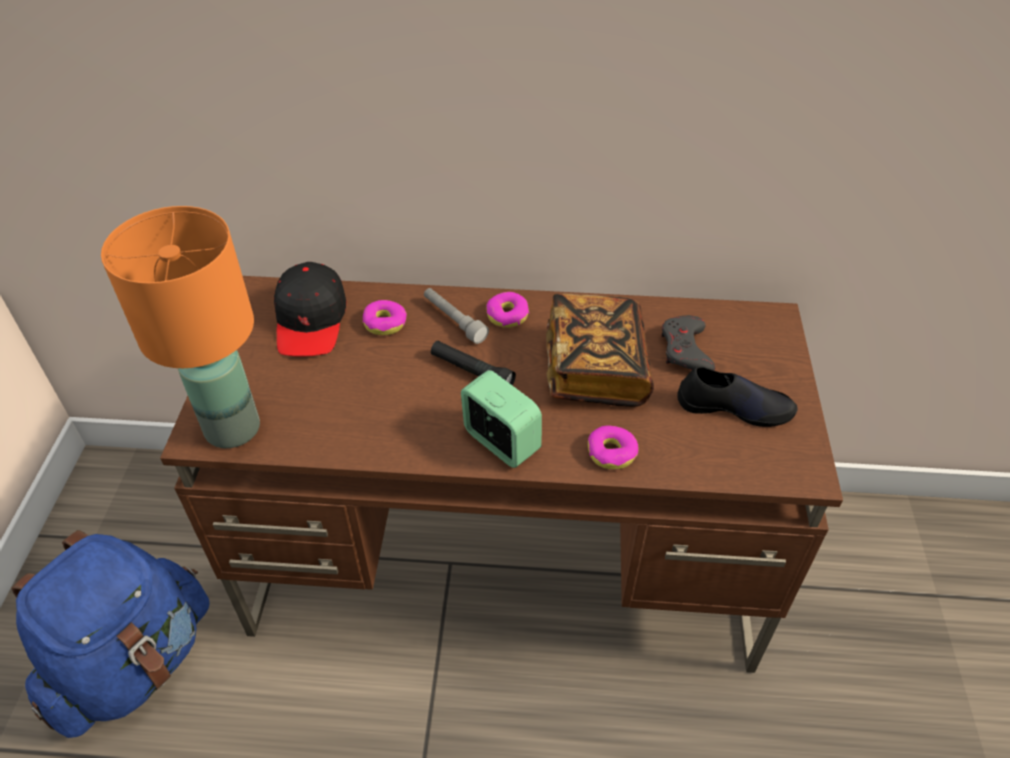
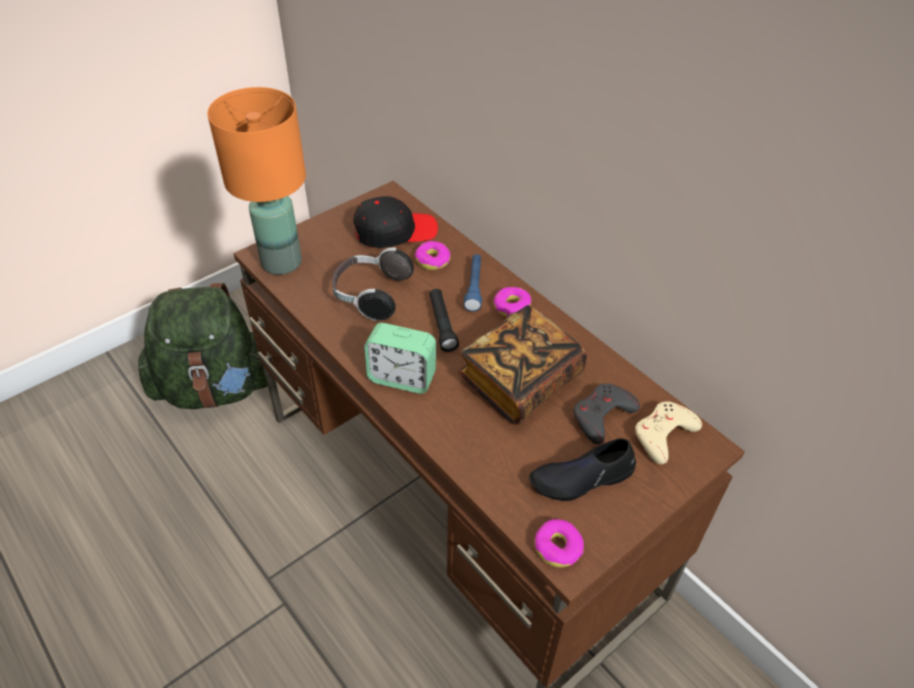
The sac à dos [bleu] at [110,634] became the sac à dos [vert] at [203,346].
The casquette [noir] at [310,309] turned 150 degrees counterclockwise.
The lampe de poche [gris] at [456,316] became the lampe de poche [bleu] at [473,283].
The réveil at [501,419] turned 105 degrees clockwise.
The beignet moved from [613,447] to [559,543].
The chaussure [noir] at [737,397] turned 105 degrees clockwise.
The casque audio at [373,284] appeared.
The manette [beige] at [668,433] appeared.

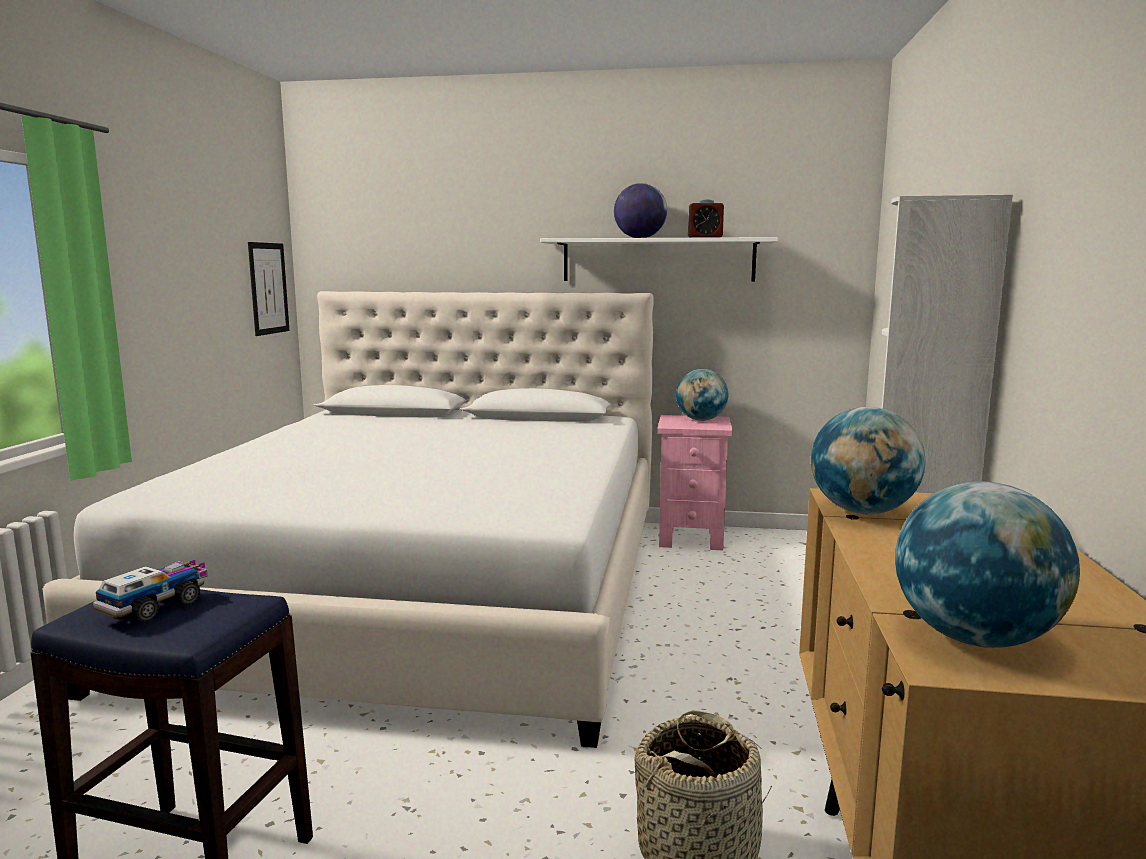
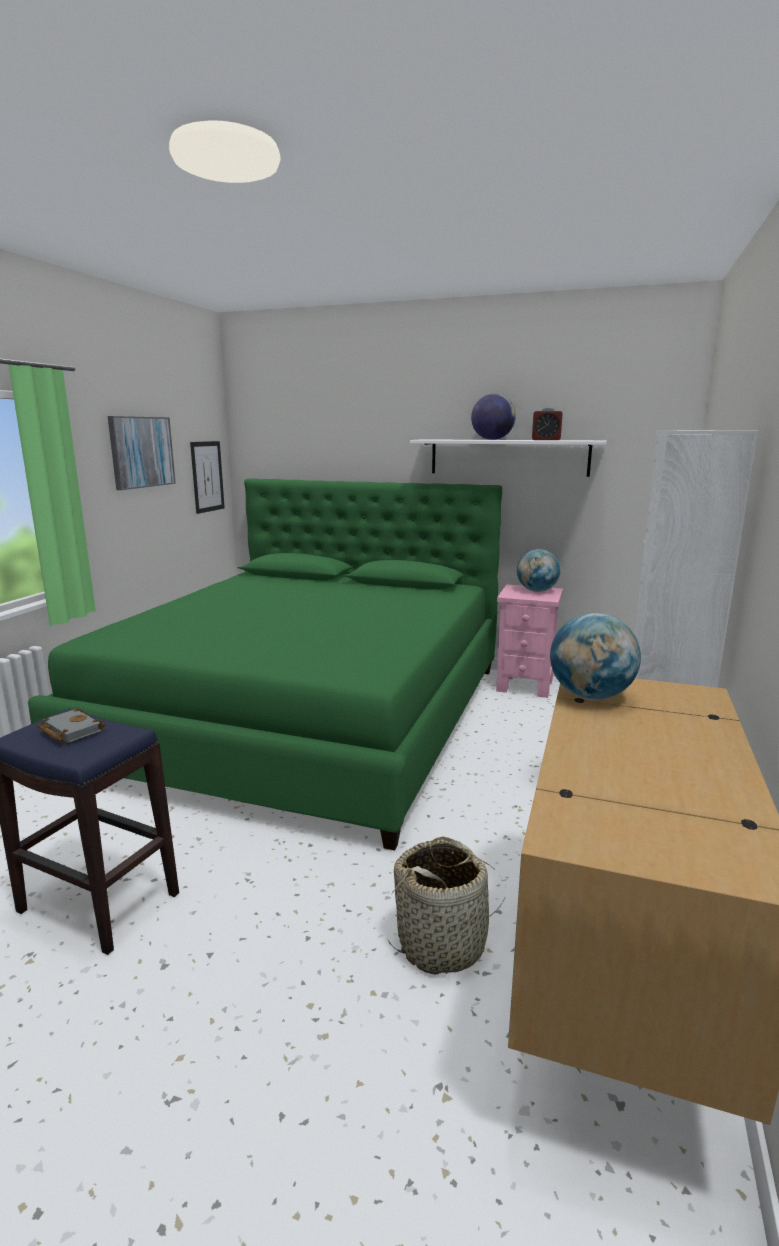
The lit [blanc] at [348,519] became the lit [vert] at [265,664].
The camion jouet at [150,591] was replaced by the livre [gris] at [71,725].
The globe at [987,564] disappeared.
The tableau at [142,453] appeared.

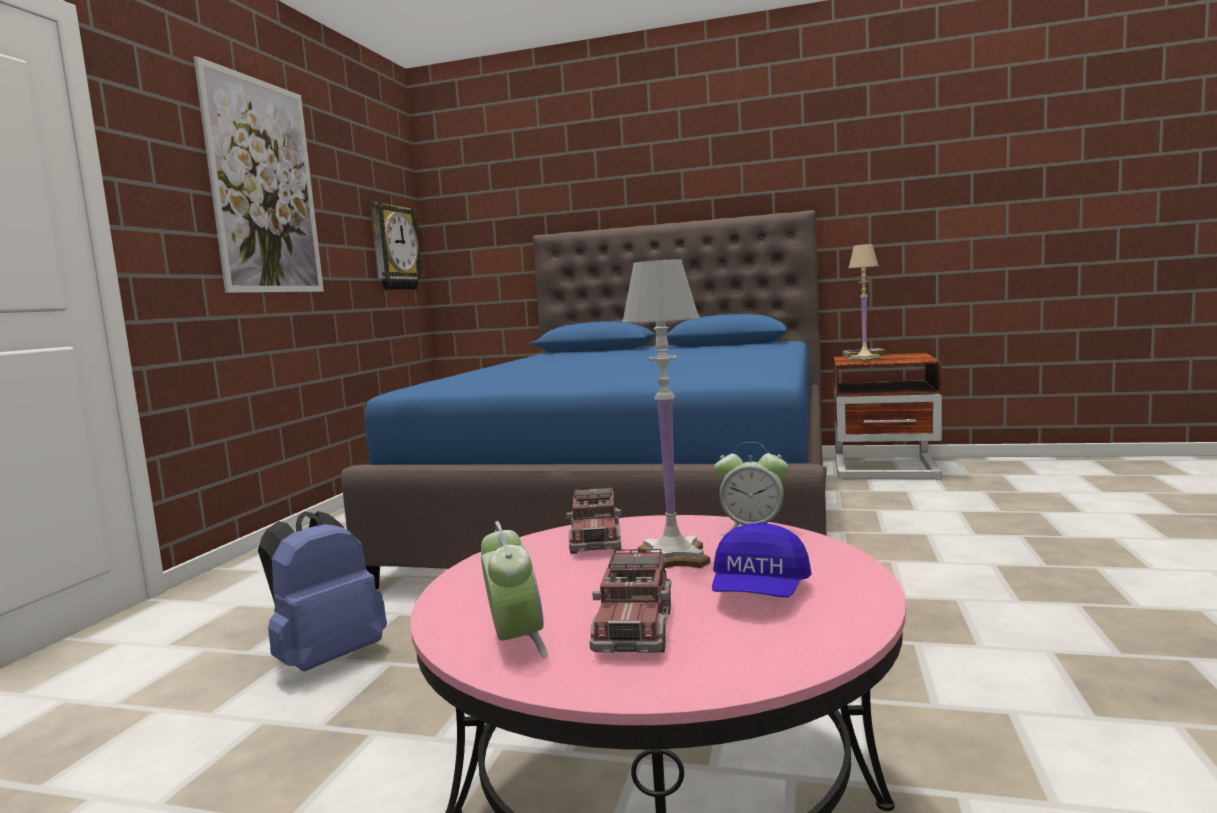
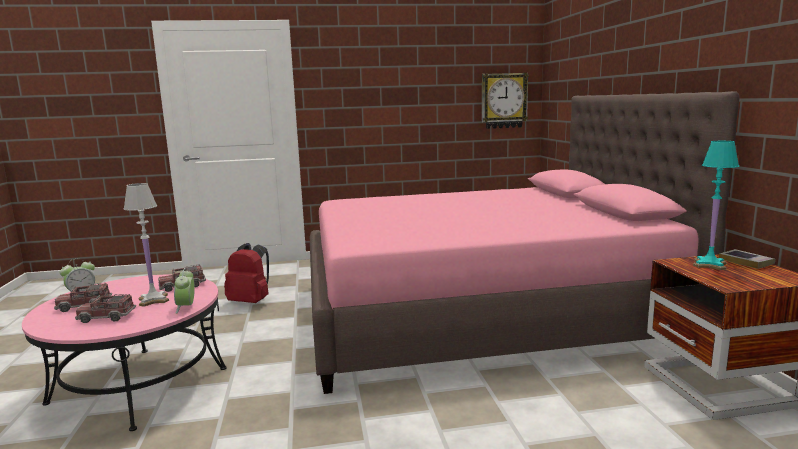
The tableau at [259,174] disappeared.
The sac à dos [bleu] at [322,591] became the sac à dos [rouge] at [246,273].
The lit [bleu] at [584,400] became the lit [rose] at [524,242].
The casquette [bleu] at [762,559] was replaced by the camion jouet at [105,308].
The lampe de table [beige] at [864,302] became the lampe de table [turquoise] at [716,205].

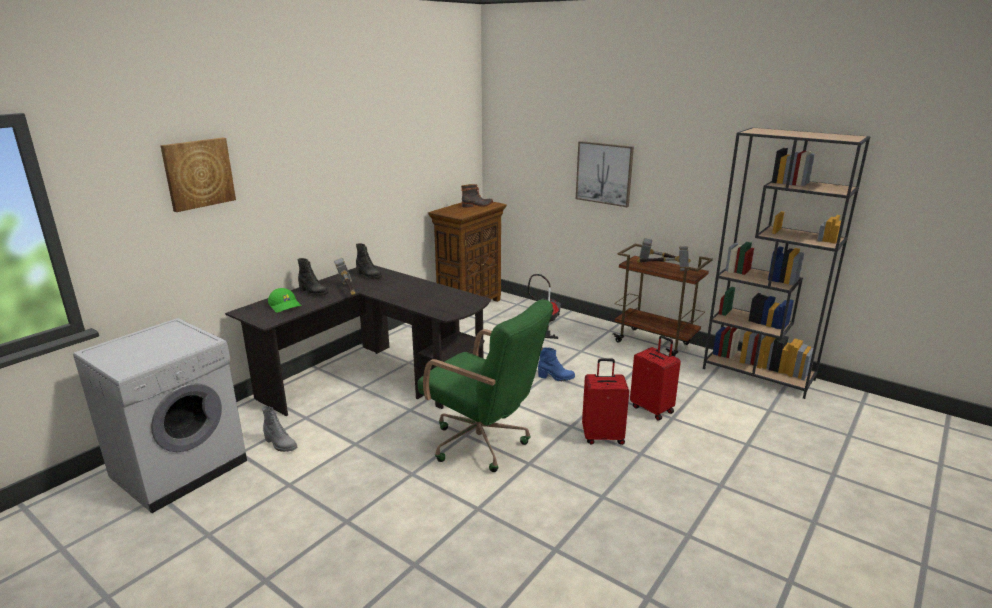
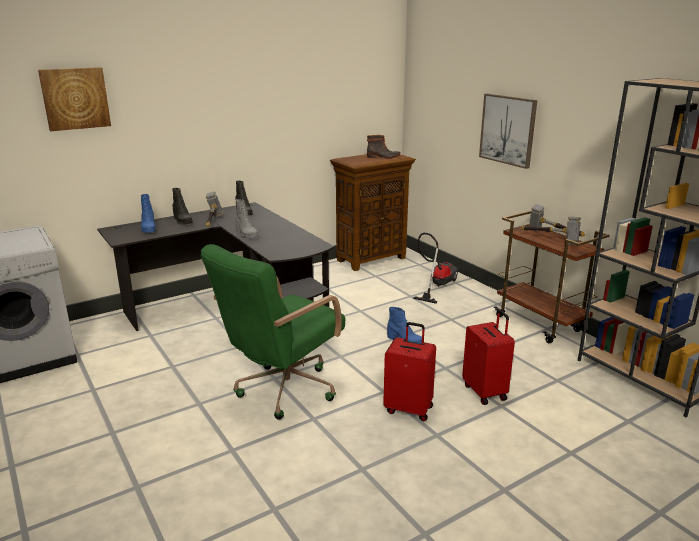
The botte [gris] moved from [279,429] to [247,219].
The casquette [vert] at [284,300] was replaced by the botte [bleu] at [148,213].
The chaise de bureau [vert] at [486,385] turned 75 degrees clockwise.

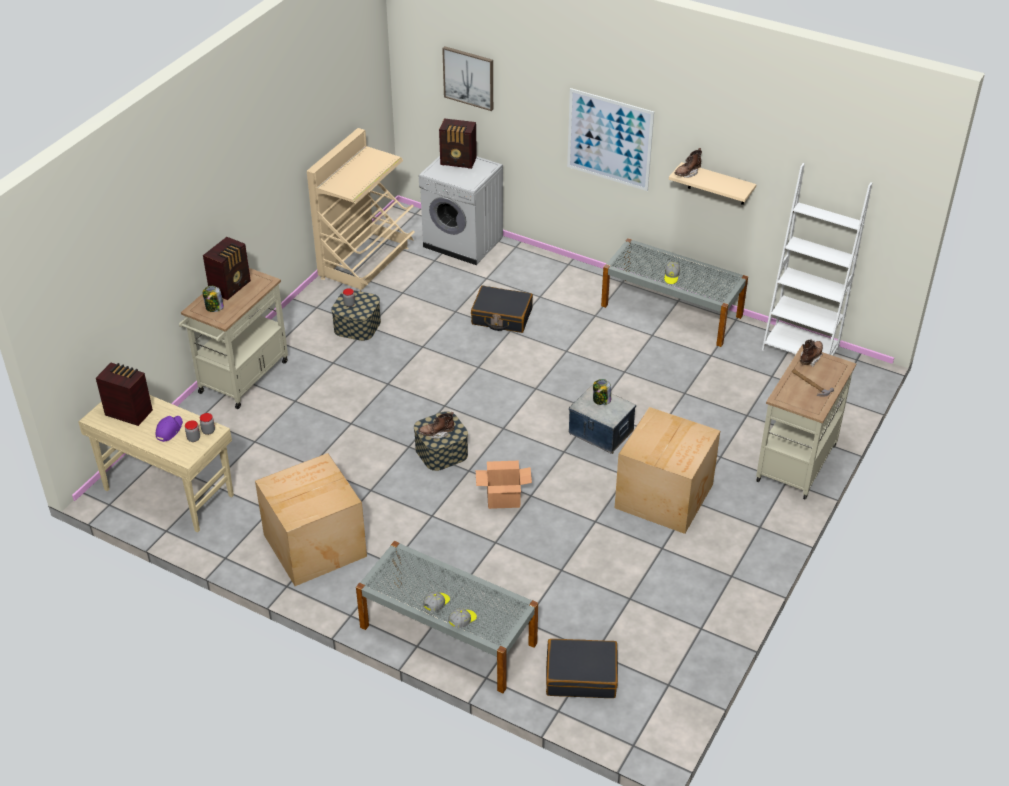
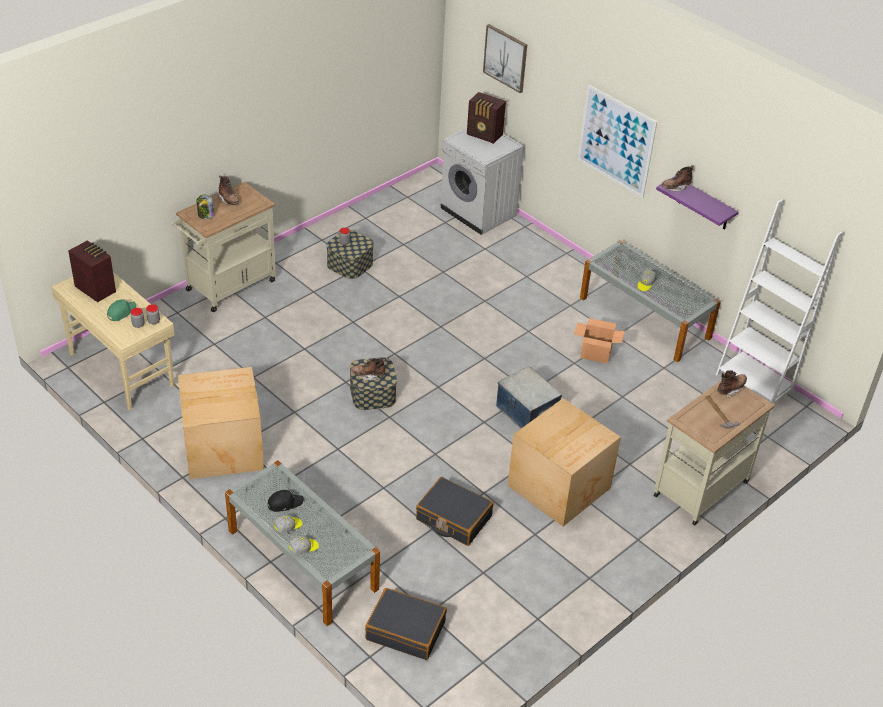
The casquette [violet] at [169,429] became the casquette [vert] at [121,310].
The radio at [227,268] was replaced by the botte [marron] at [229,190].
The étagère à chaussures [beige] at [361,210] disappeared.
The valise [noir] moved from [502,309] to [454,511].
The carton moved from [504,485] to [599,341].
The bocal at [602,392] disappeared.
The étagère [beige] at [712,183] became the étagère [violet] at [697,203].
The casquette [noir] at [286,501] appeared.

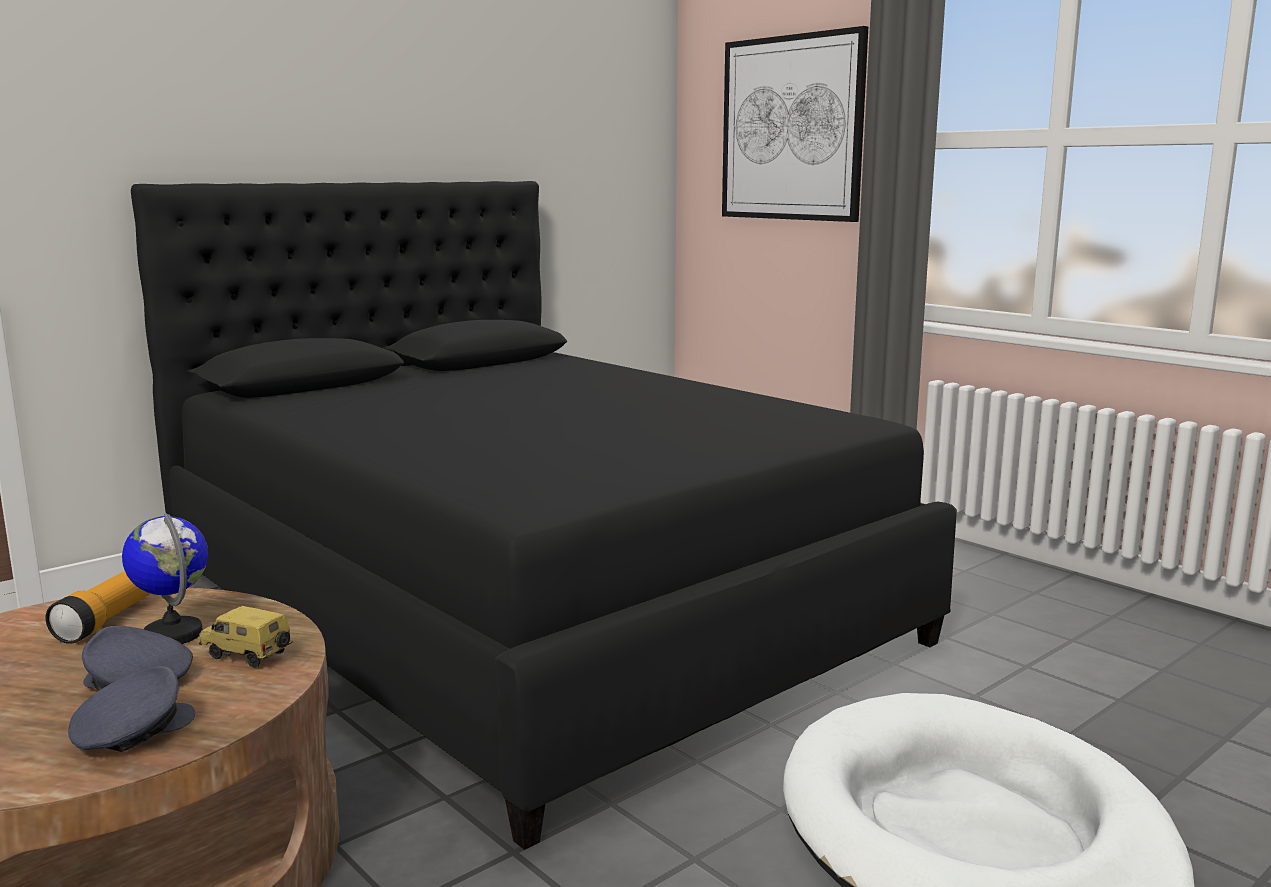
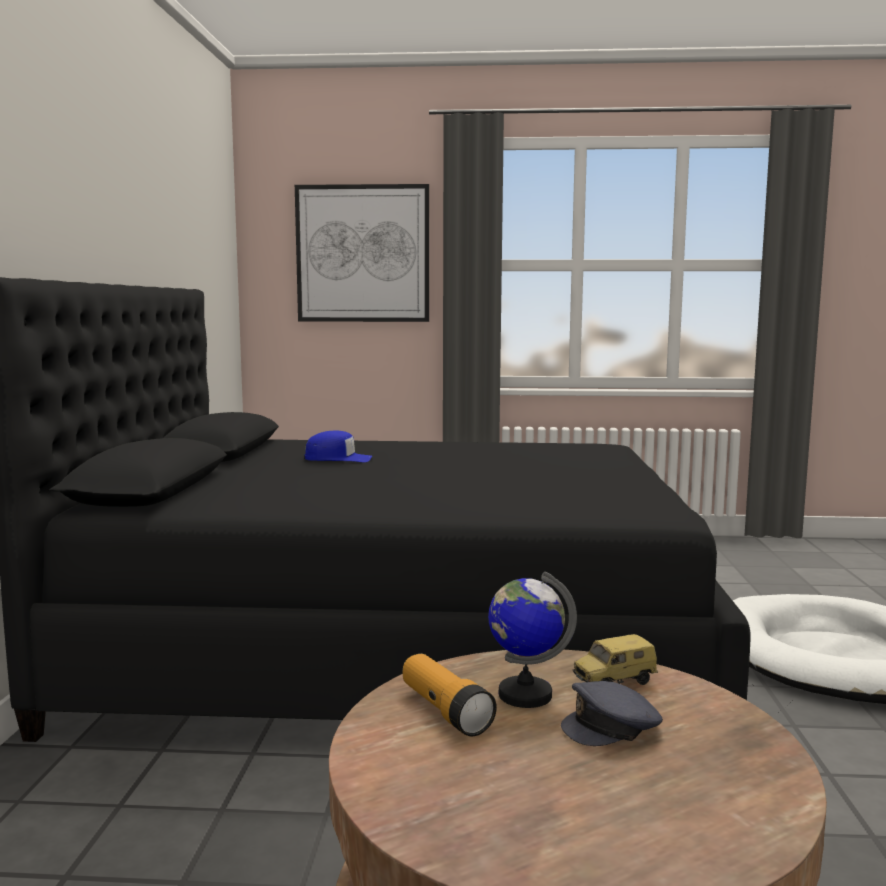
The casquette [gris] at [131,709] disappeared.
The casquette [bleu] at [338,446] appeared.

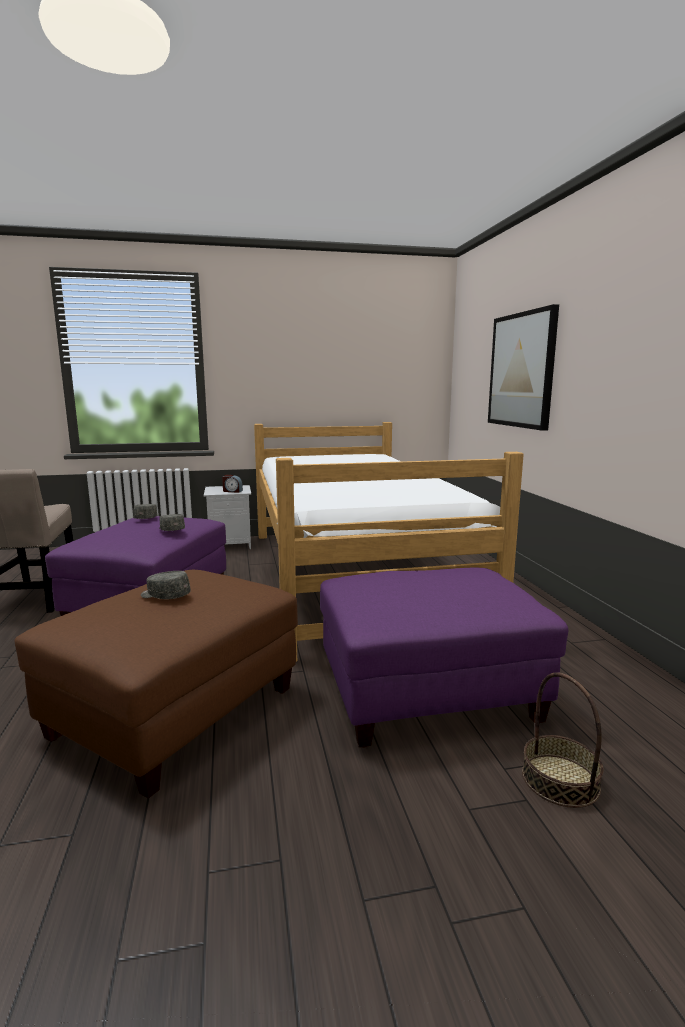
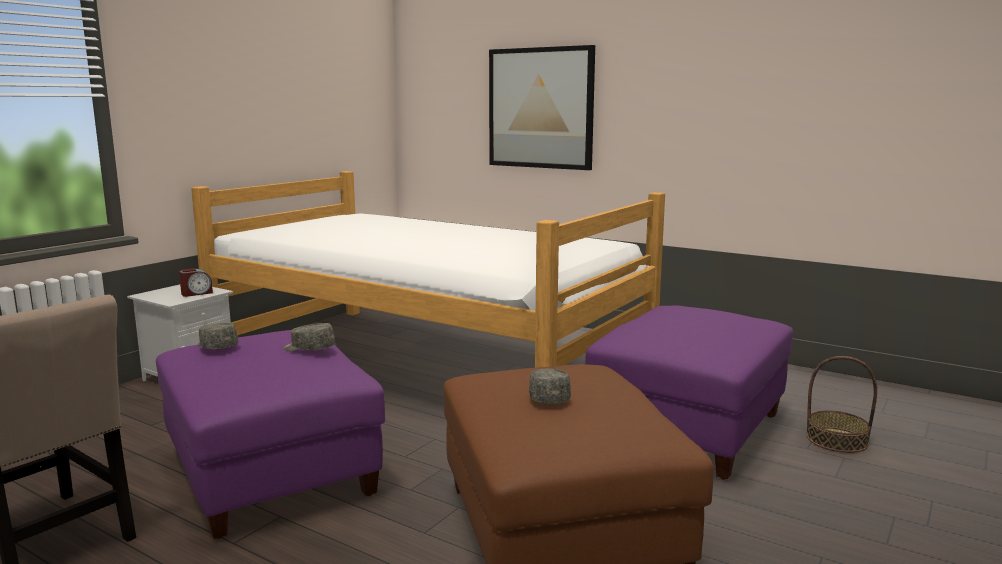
The casquette [gris] at [166,585] turned 105 degrees clockwise.

